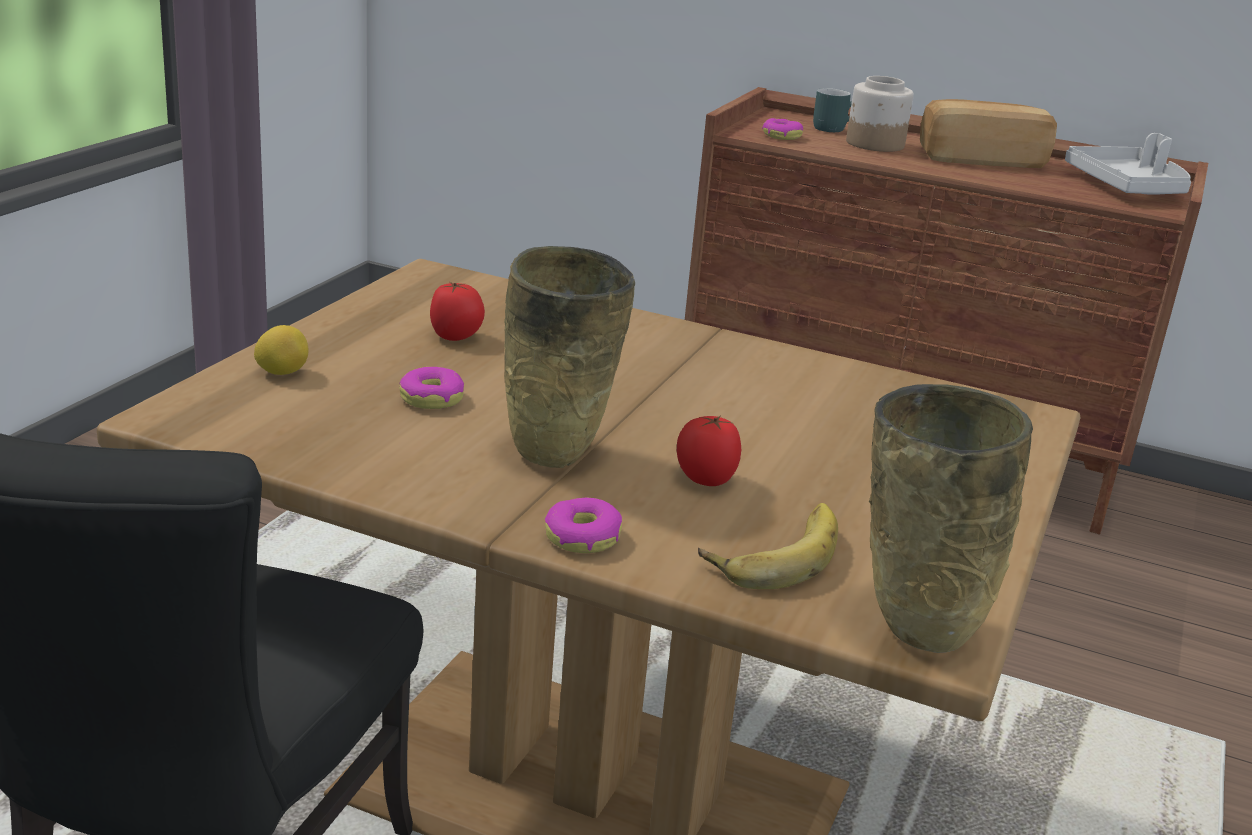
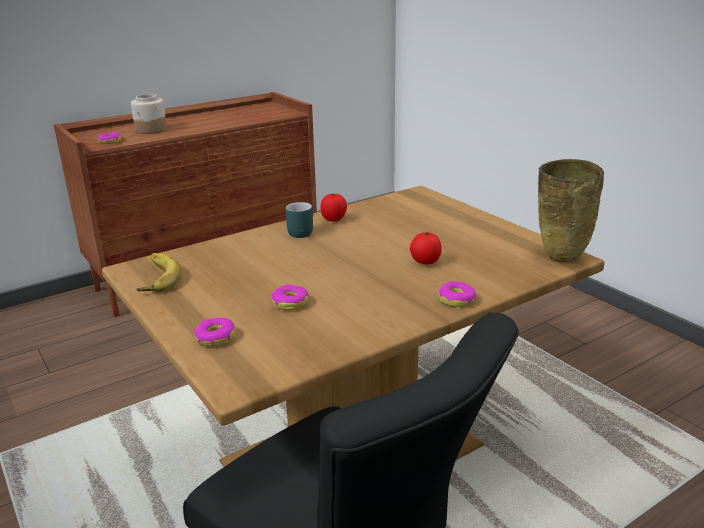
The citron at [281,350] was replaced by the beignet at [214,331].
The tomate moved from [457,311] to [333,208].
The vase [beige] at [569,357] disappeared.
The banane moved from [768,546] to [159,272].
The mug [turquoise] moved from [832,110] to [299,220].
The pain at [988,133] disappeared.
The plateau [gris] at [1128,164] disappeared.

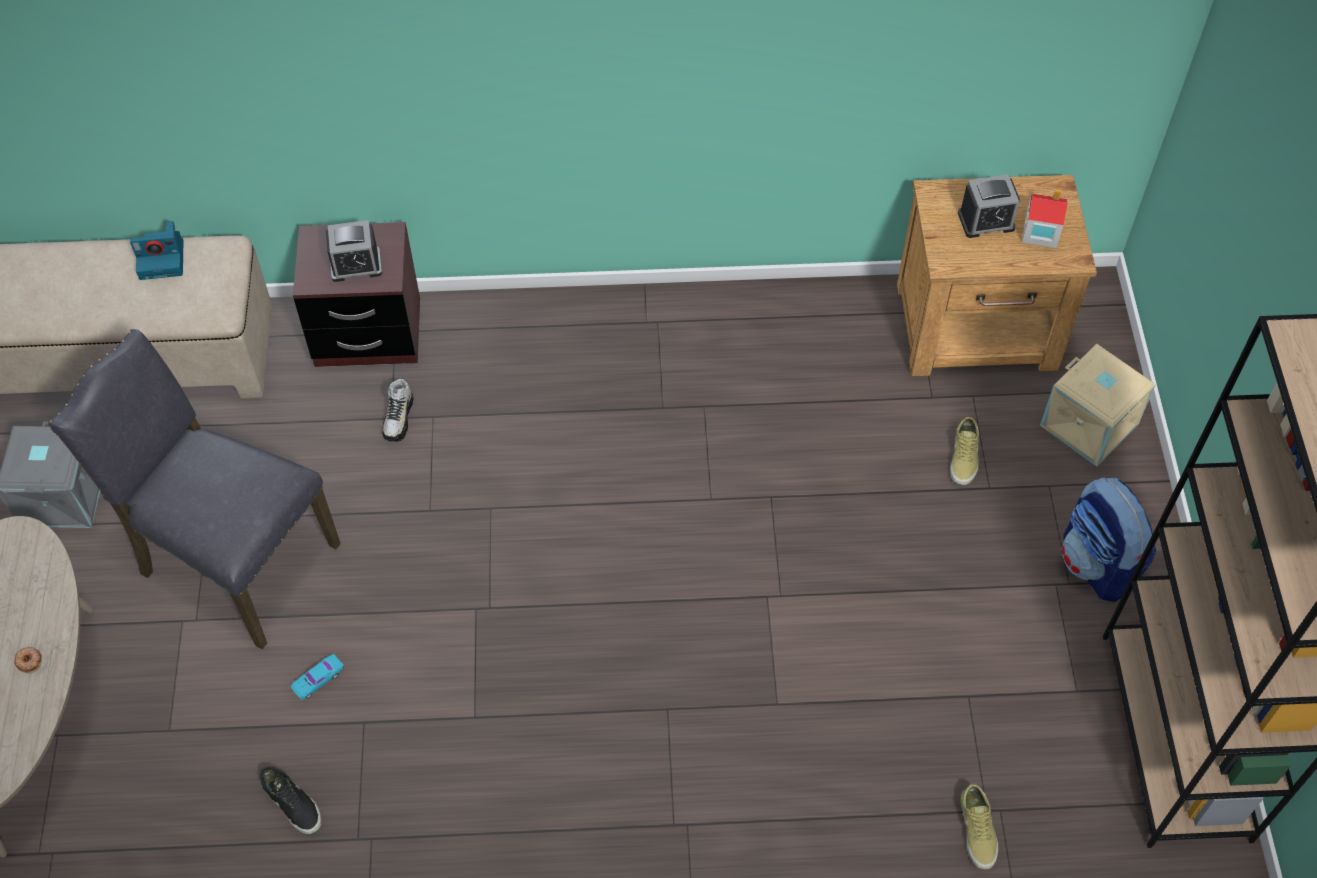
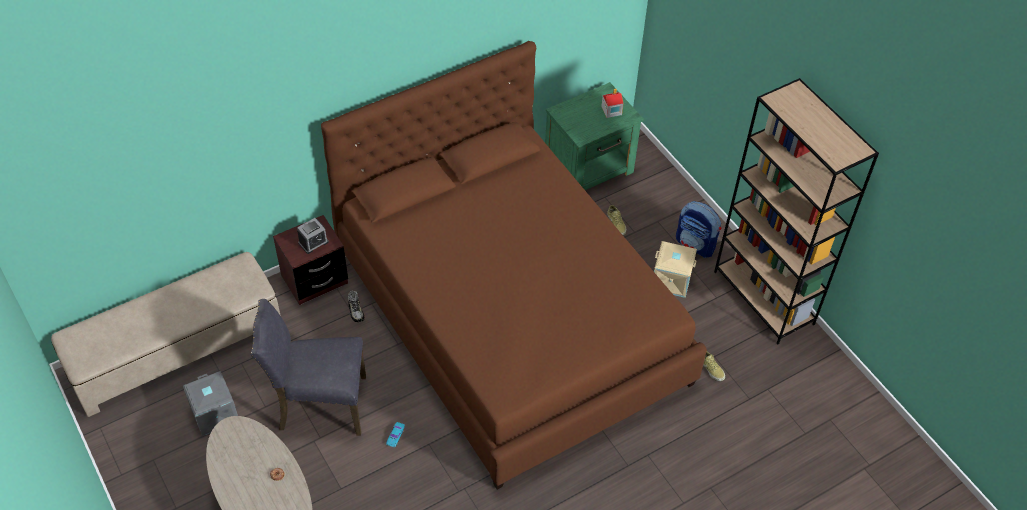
The appareil photo at [156,250] disappeared.
The chaussure [noir] at [291,800] disappeared.
The table de chevet [marron] at [997,276] became the table de chevet [vert] at [594,136].
The réveil at [989,206] disappeared.
The boîte de rangement [beige] moved from [1098,405] to [675,269].
The lit [marron] at [514,265] appeared.

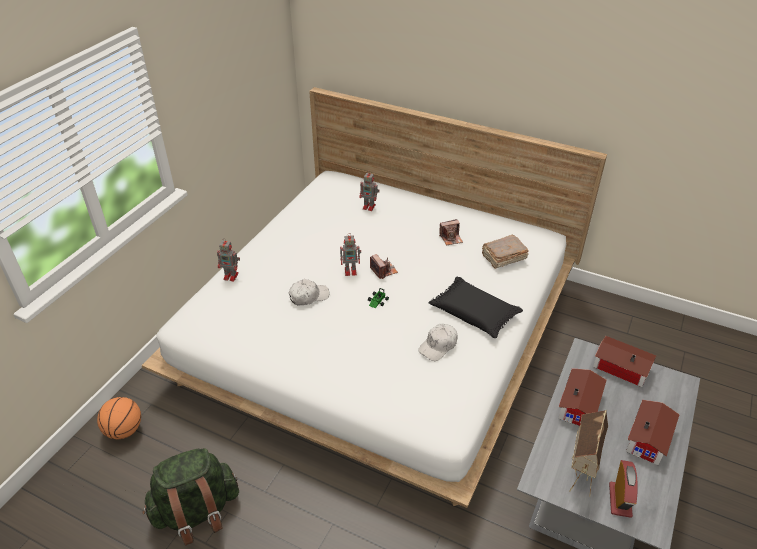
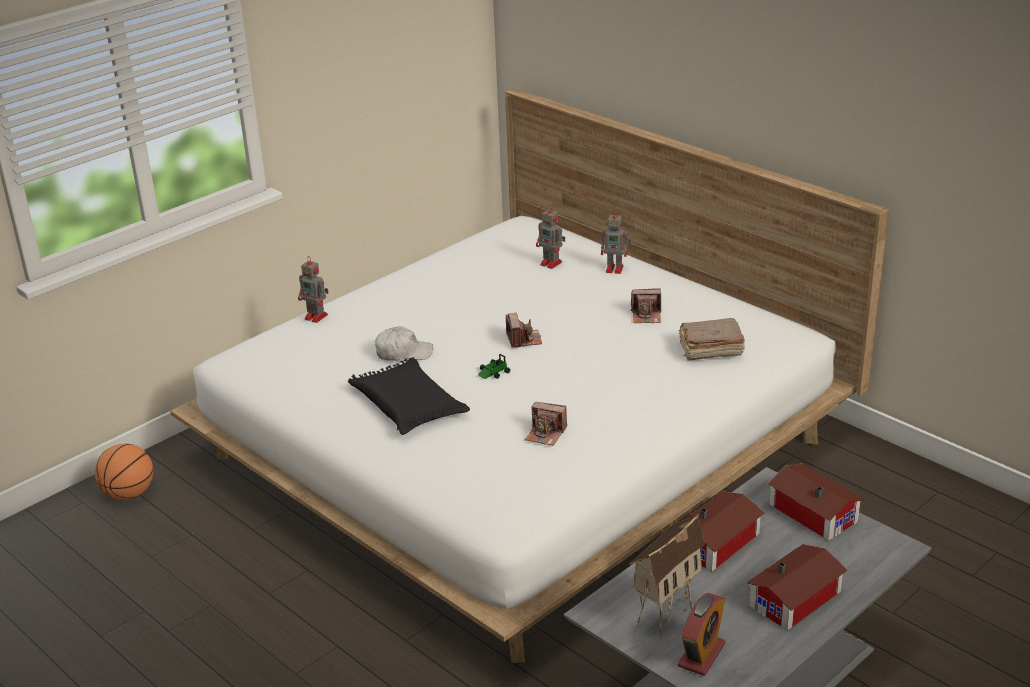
The sac à dos [vert] at [191,496] disappeared.
The robot jouet moved from [350,254] to [616,242].
The casquette [blanc] at [437,342] was replaced by the appareil photo at [546,424].
The coussin [noir] moved from [475,307] to [409,396].

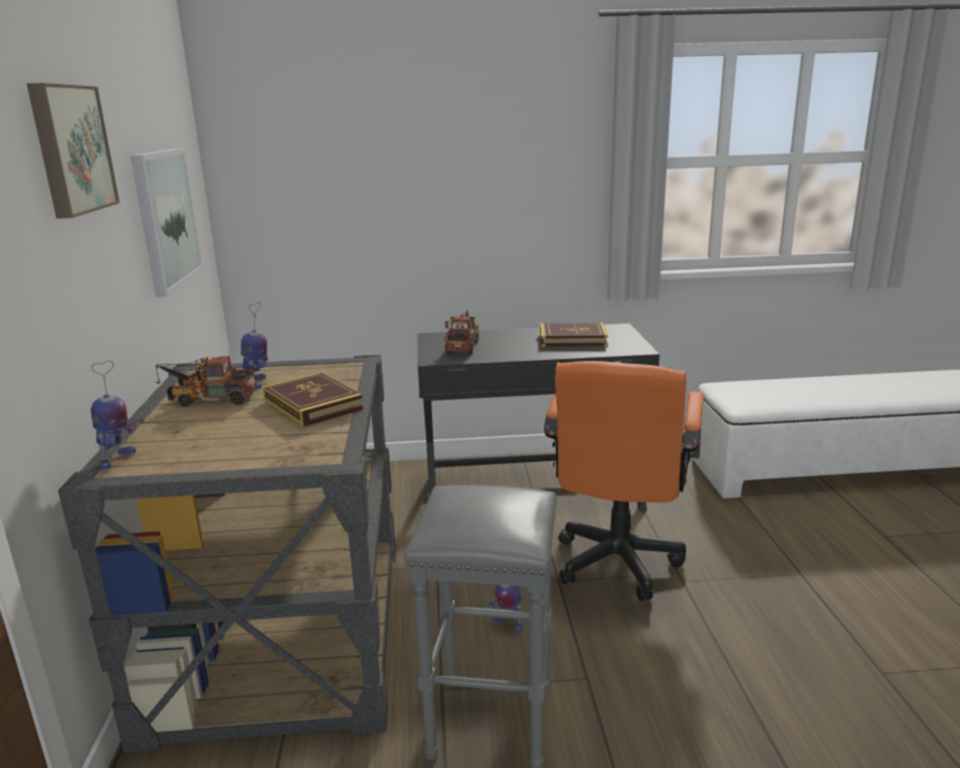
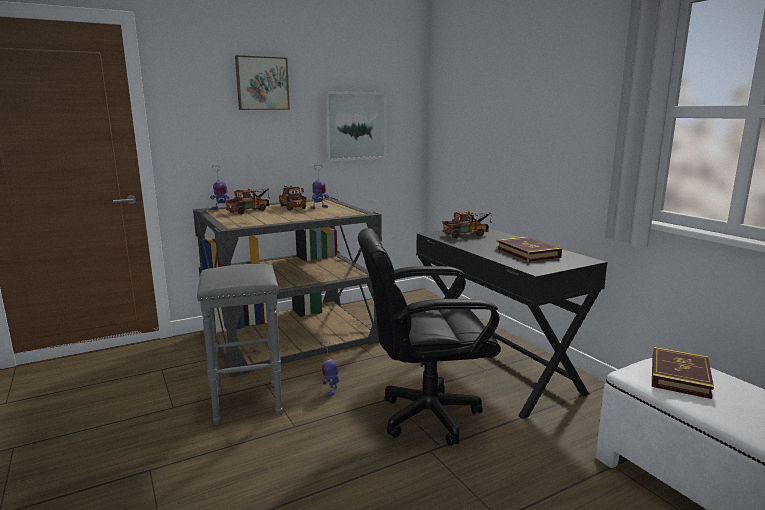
The livre moved from [313,399] to [683,373].
The chaise de bureau [orange] at [624,481] became the chaise de bureau [noir] at [429,337].
The camion jouet at [247,201] appeared.

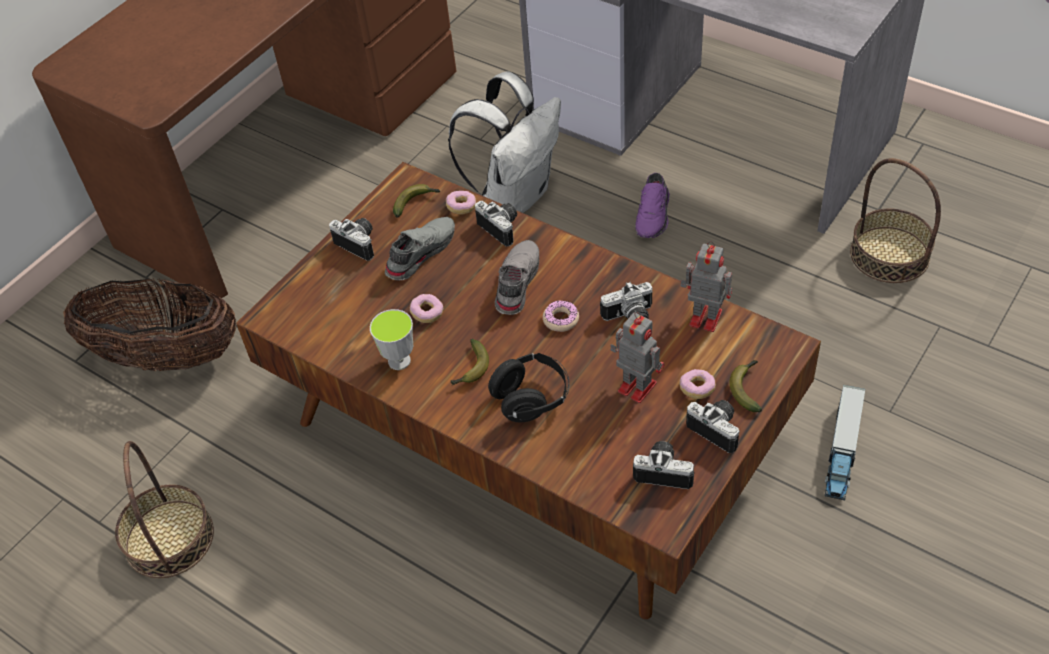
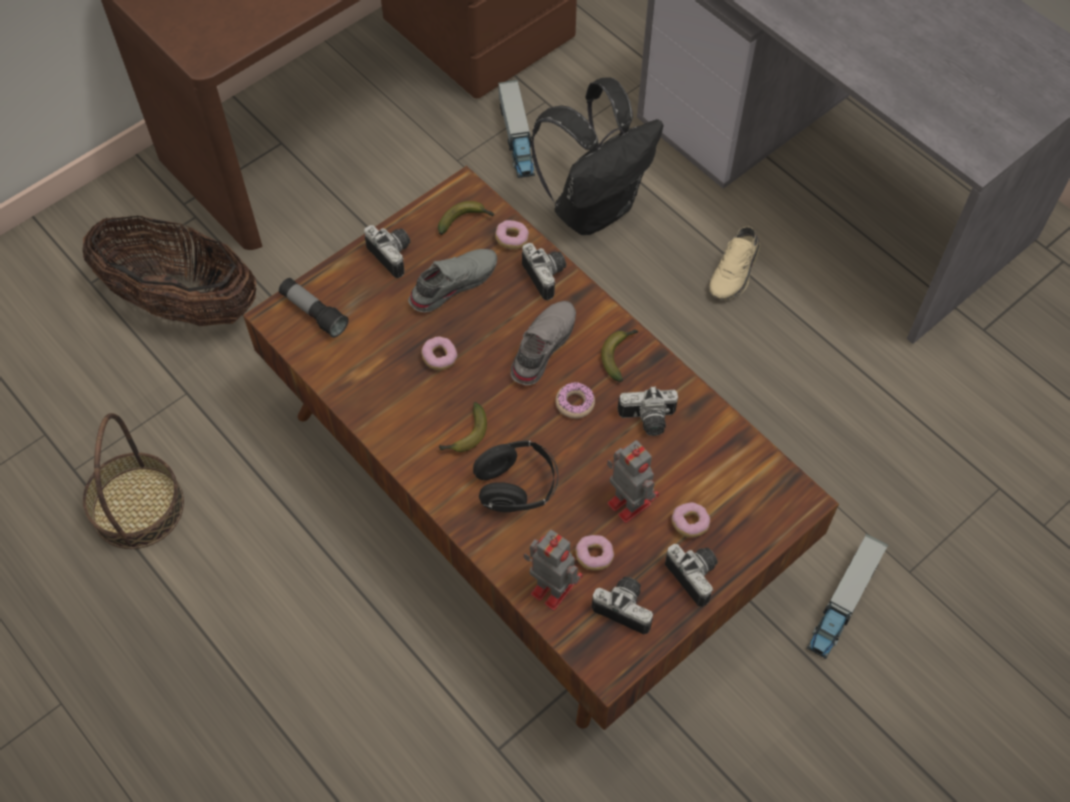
The tasse at [391,339] disappeared.
The sac à dos [blanc] at [504,142] became the sac à dos [noir] at [597,156].
The chaussure [violet] at [652,205] became the chaussure [beige] at [734,263].
The robot jouet moved from [706,286] to [553,570].
The banane moved from [745,386] to [619,355].
The panier at [895,220] disappeared.
The lampe de poche at [314,308] appeared.
The camion jouet at [516,129] appeared.
The beignet at [594,553] appeared.

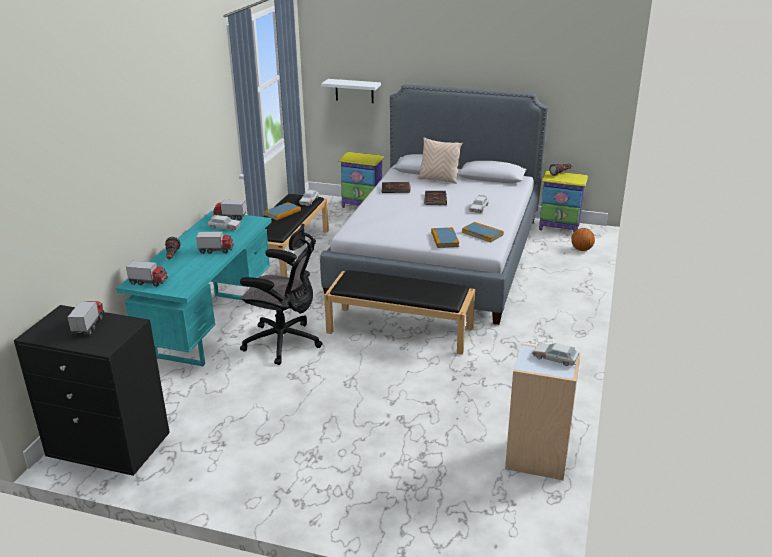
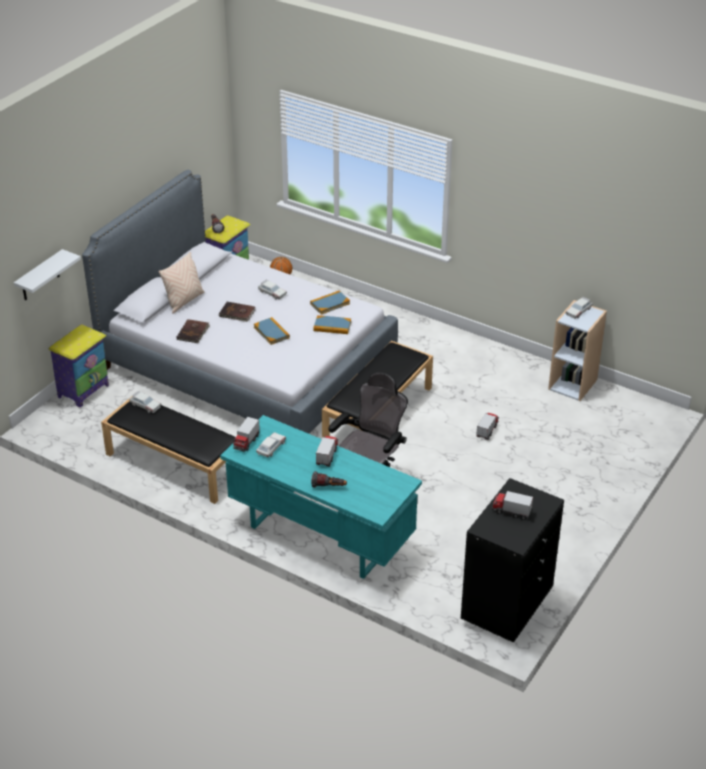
The camion jouet moved from [147,273] to [487,426].
The livre moved from [282,211] to [272,331].

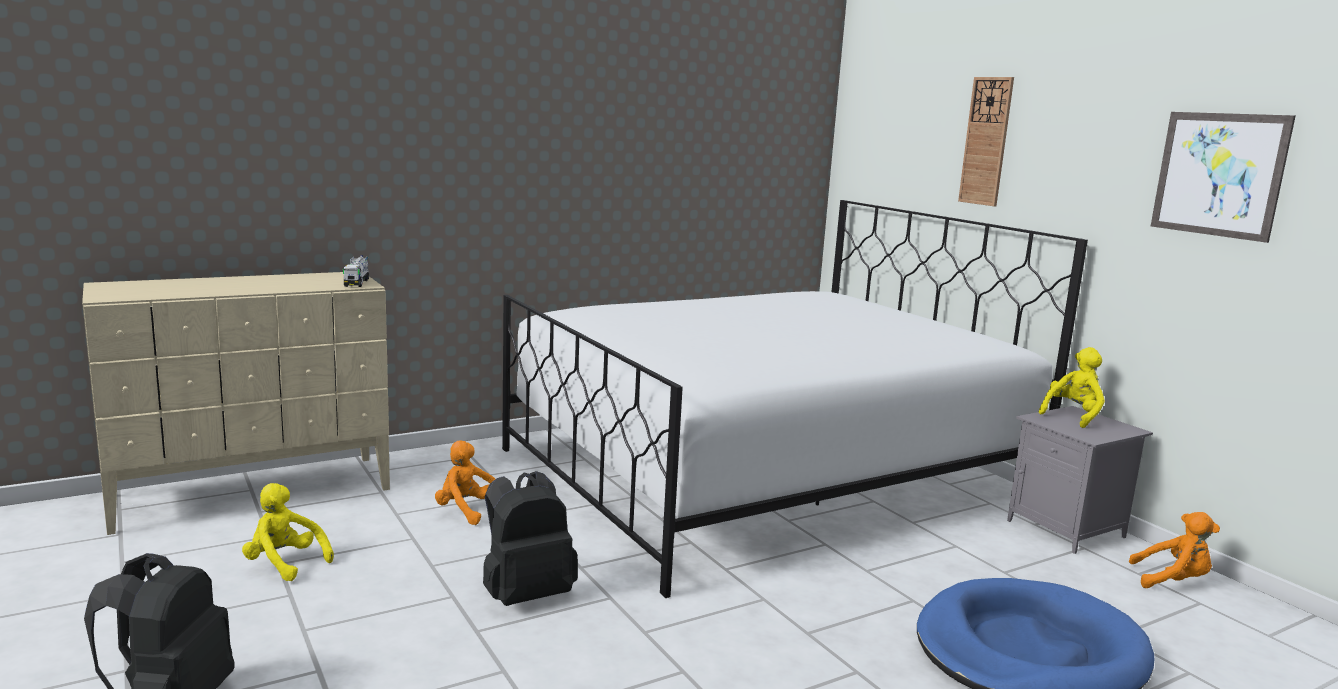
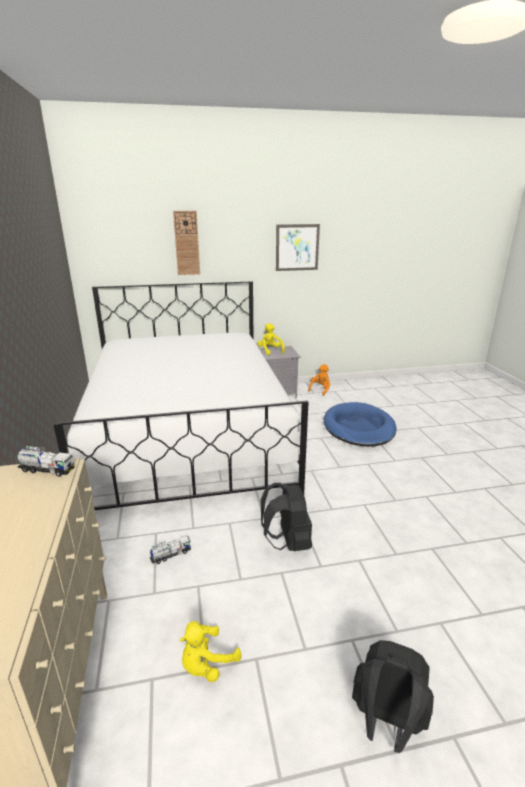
The peluche [orange] at [465,482] was replaced by the camion jouet at [170,549].

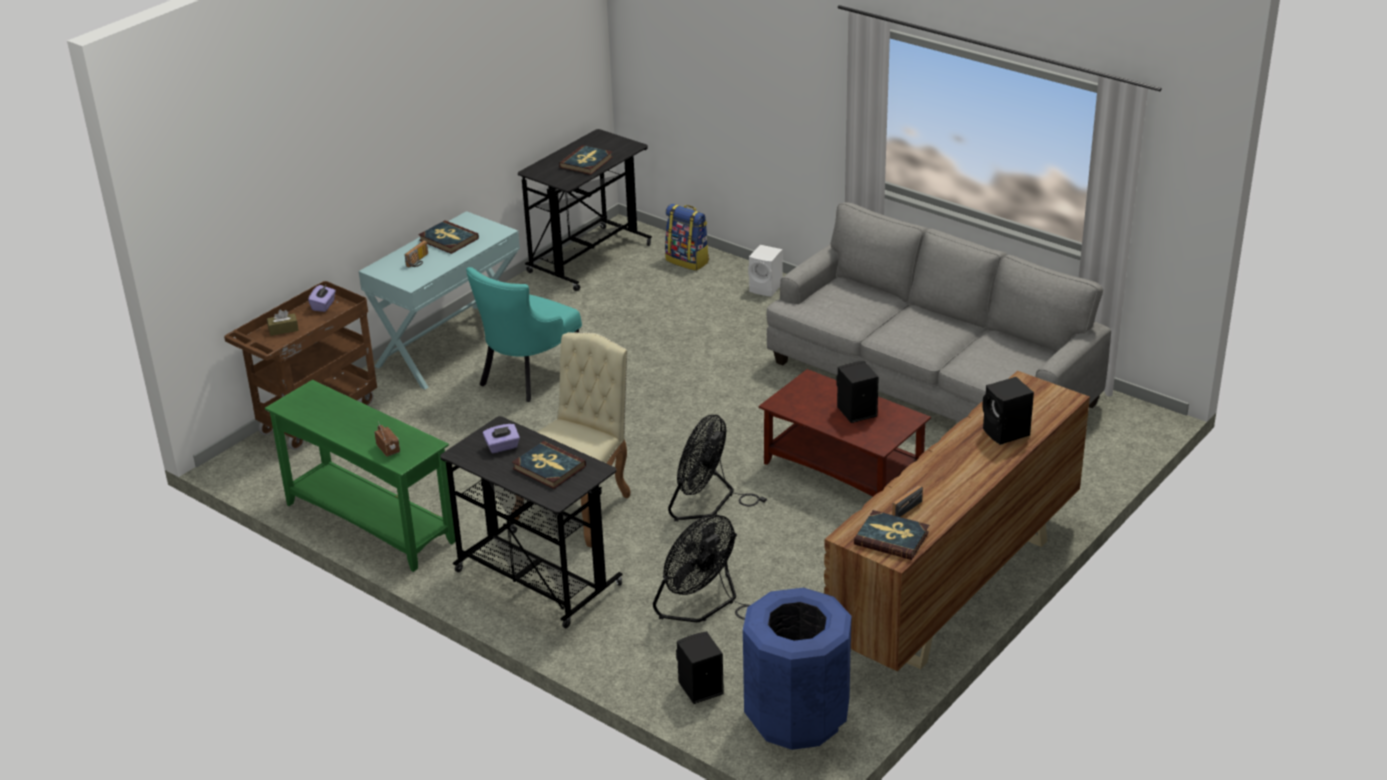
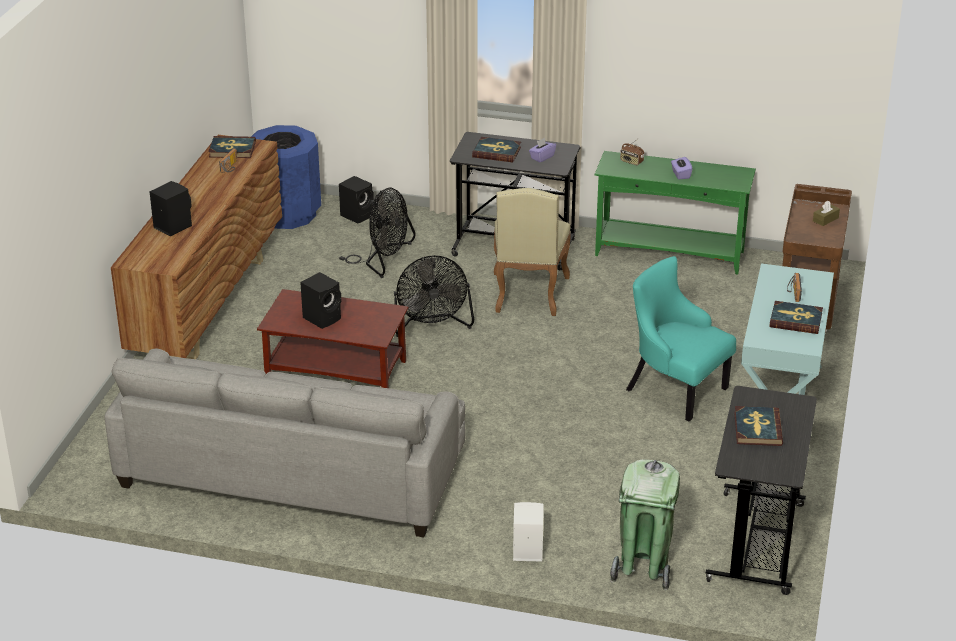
The boîte à mouchoirs [violet] moved from [322,298] to [681,168].
The chaise [turquoise] at [524,334] turned 60 degrees counterclockwise.
The sac à dos at [687,237] was replaced by the poubelle [vert] at [645,525].
The ventilateur [noir] at [717,468] turned 75 degrees clockwise.

